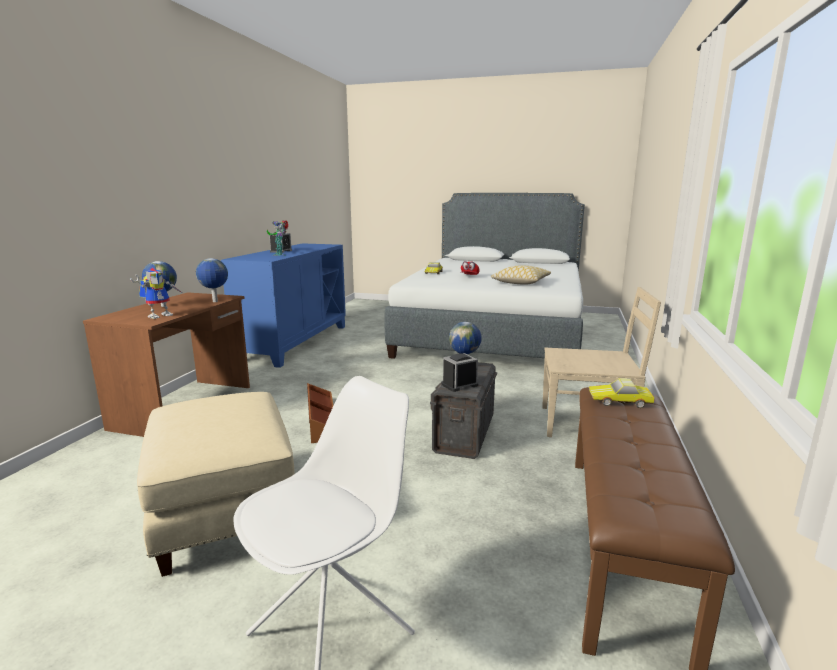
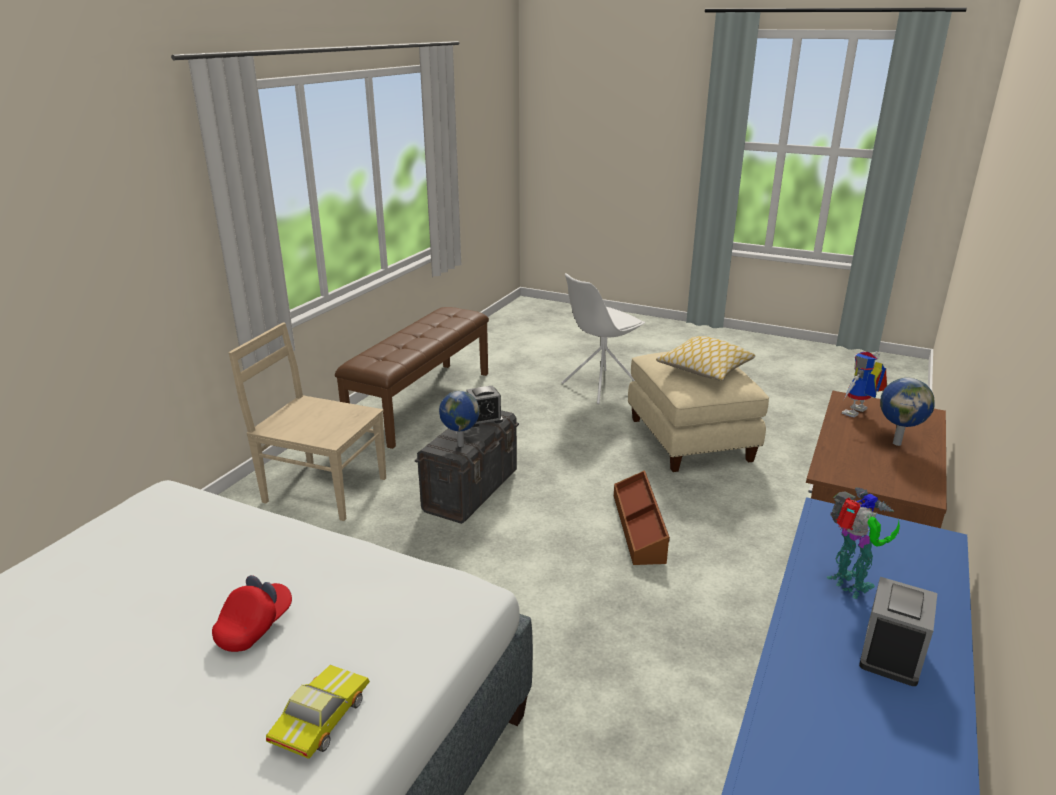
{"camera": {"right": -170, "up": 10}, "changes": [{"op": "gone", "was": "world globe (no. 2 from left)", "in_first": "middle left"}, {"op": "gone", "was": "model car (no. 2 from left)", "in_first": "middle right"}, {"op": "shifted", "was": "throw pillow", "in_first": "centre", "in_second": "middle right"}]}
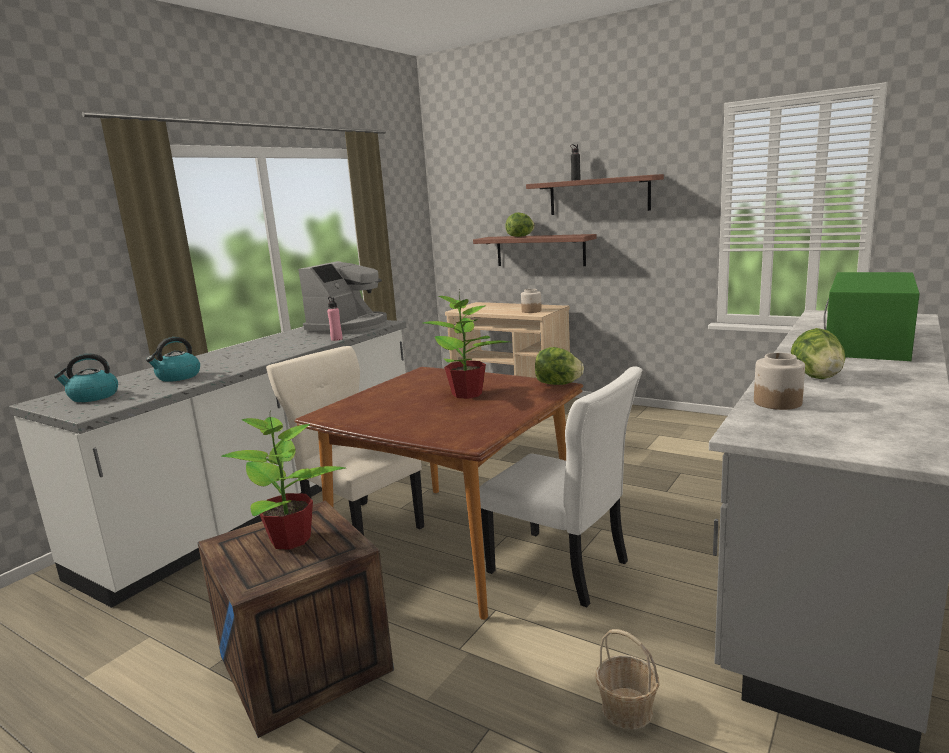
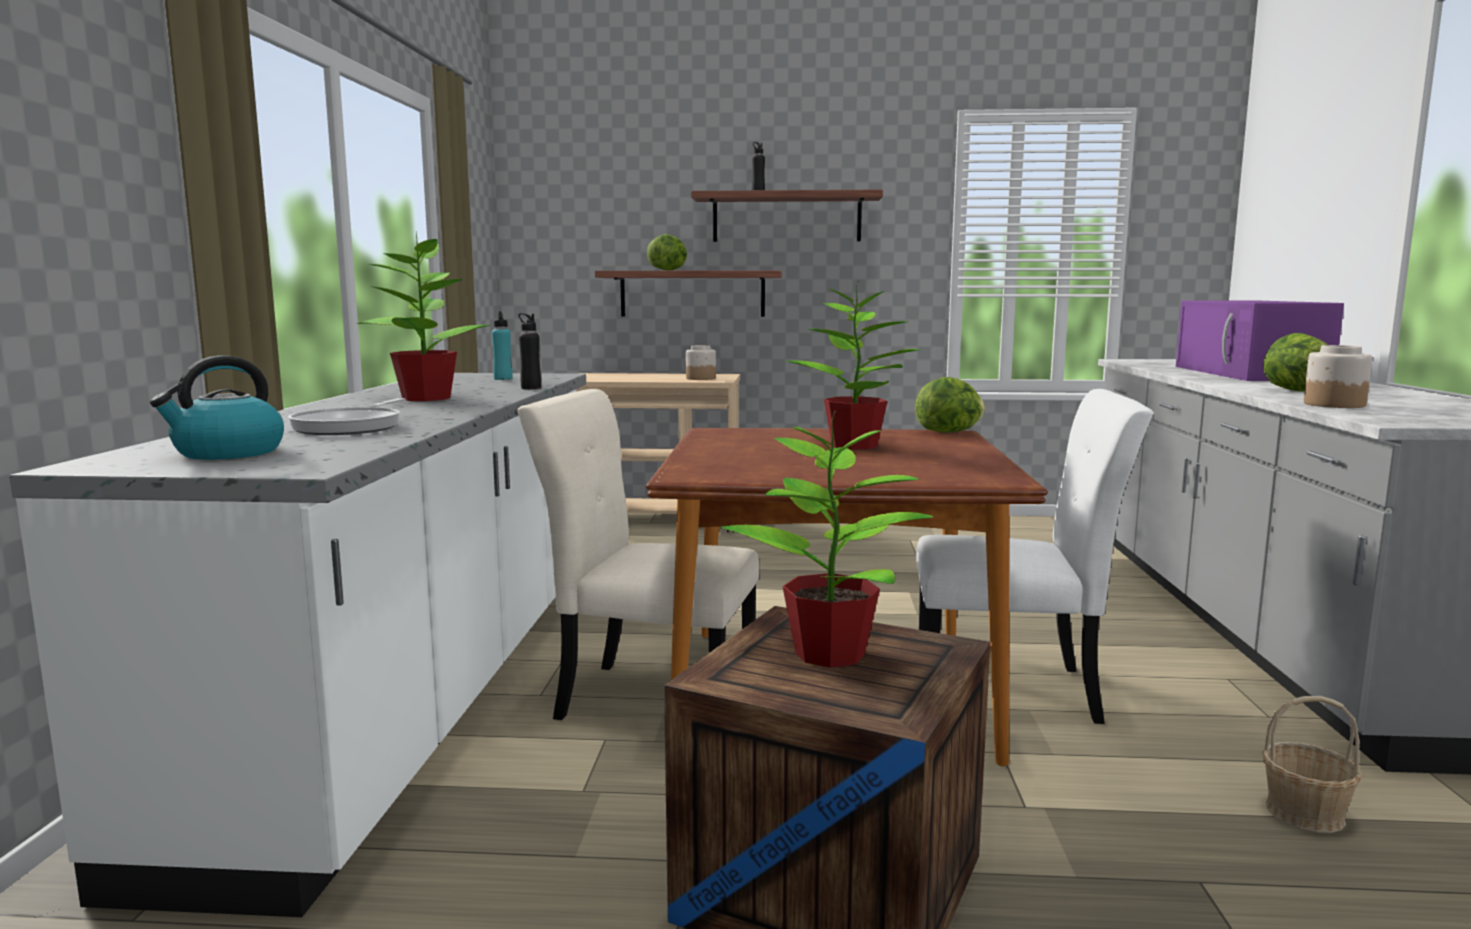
{"camera": {"right": -30, "up": -5}, "changes": [{"op": "new", "now": "houseplant (no. 1 from left)", "in_second": "middle left"}, {"op": "swapped", "was": "kettle (no. 2 from left)", "now": "pan", "in_first": "middle left", "in_second": "middle left"}, {"op": "swapped", "was": "coffee machine", "now": "drink bottle (turquoise)", "in_first": "centre", "in_second": "centre"}, {"op": "repainted", "was": "drink bottle (pinkish)", "now": "drink bottle (black) (no. 1 from left)", "in_first": "centre", "in_second": "centre"}, {"op": "repainted", "was": "microwave (greenish)", "now": "microwave (purplish)", "in_first": "middle right", "in_second": "middle right"}]}
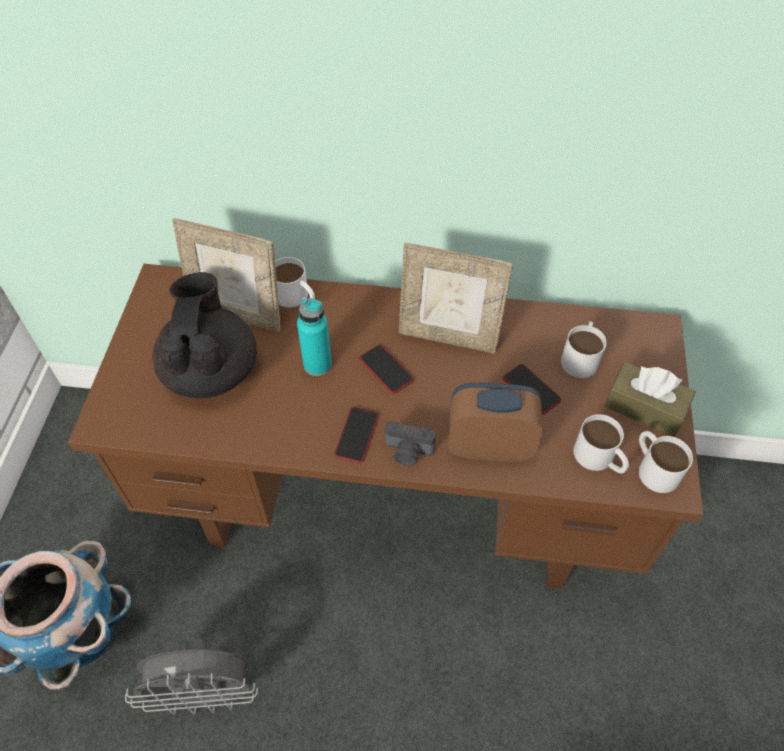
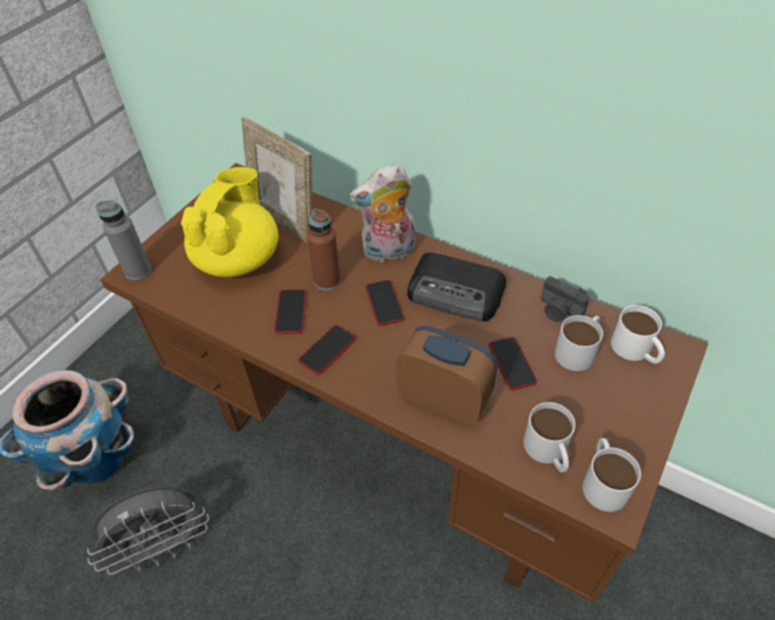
{"camera": {"right": 25, "up": -5}, "changes": [{"op": "gone", "was": "tissue holder (brown)", "in_first": "middle right"}, {"op": "new", "now": "drink bottle (gray)", "in_second": "middle left"}, {"op": "new", "now": "telephone (no. 1 from left)", "in_second": "centre"}, {"op": "new", "now": "plush toy", "in_second": "centre"}, {"op": "shifted", "was": "coffee mug (white) (no. 1 from left in the first image)", "now": "coffee mug (white) (no. 4 from left)", "in_first": "centre", "in_second": "middle right"}, {"op": "shifted", "was": "still camera", "in_first": "centre", "in_second": "middle right"}, {"op": "swapped", "was": "standing frame (no. 2 from left)", "now": "radio set", "in_first": "centre", "in_second": "centre"}, {"op": "repainted", "was": "pot for tea (black)", "now": "pot for tea (yellow-coloured)", "in_first": "middle left", "in_second": "middle left"}, {"op": "repainted", "was": "drink bottle (turquoise)", "now": "drink bottle (brown)", "in_first": "centre", "in_second": "centre"}, {"op": "rotated", "was": "cooling fan (gray)", "in_first": "bottom left", "in_second": "bottom left", "clockwise": -45}]}
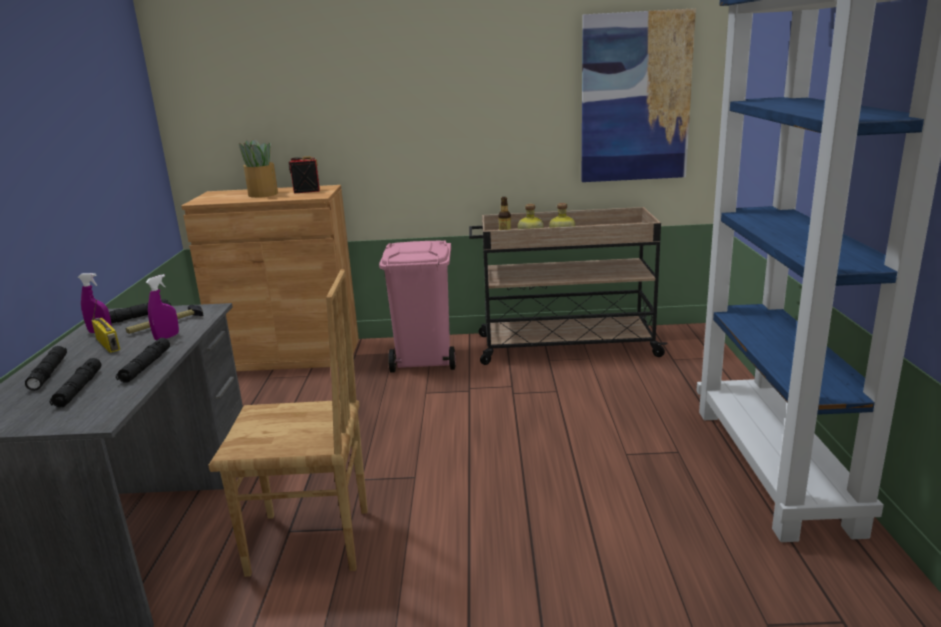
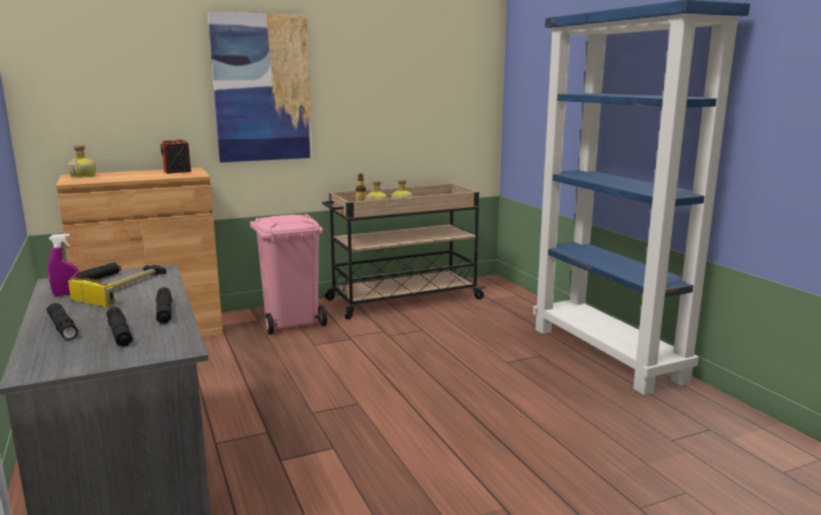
{"camera": {"right": -25, "up": -5}, "changes": [{"op": "gone", "was": "spray bottle (purplish) (no. 2 from left)", "in_first": "middle left"}, {"op": "gone", "was": "plain chair (brown)", "in_first": "bottom left"}, {"op": "gone", "was": "houseplant", "in_first": "top left"}, {"op": "new", "now": "drink bottle (no. 1 from left)", "in_second": "top left"}, {"op": "shifted", "was": "wall art", "in_first": "top right", "in_second": "top left"}]}
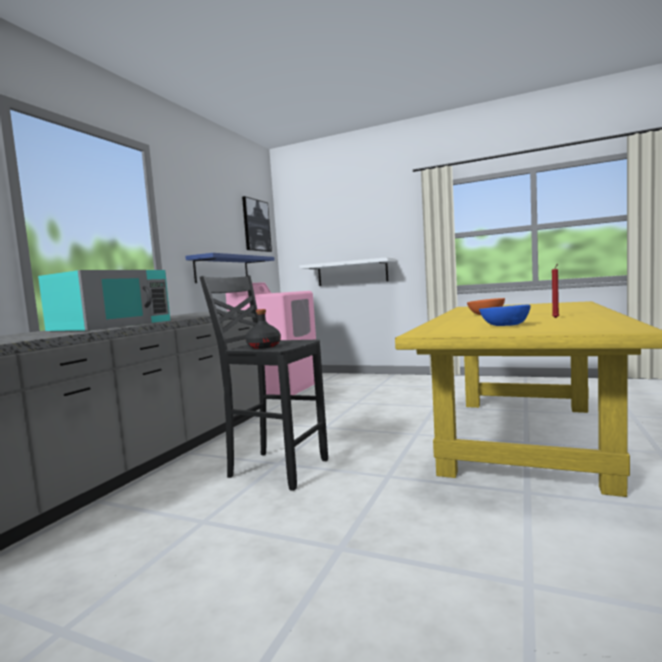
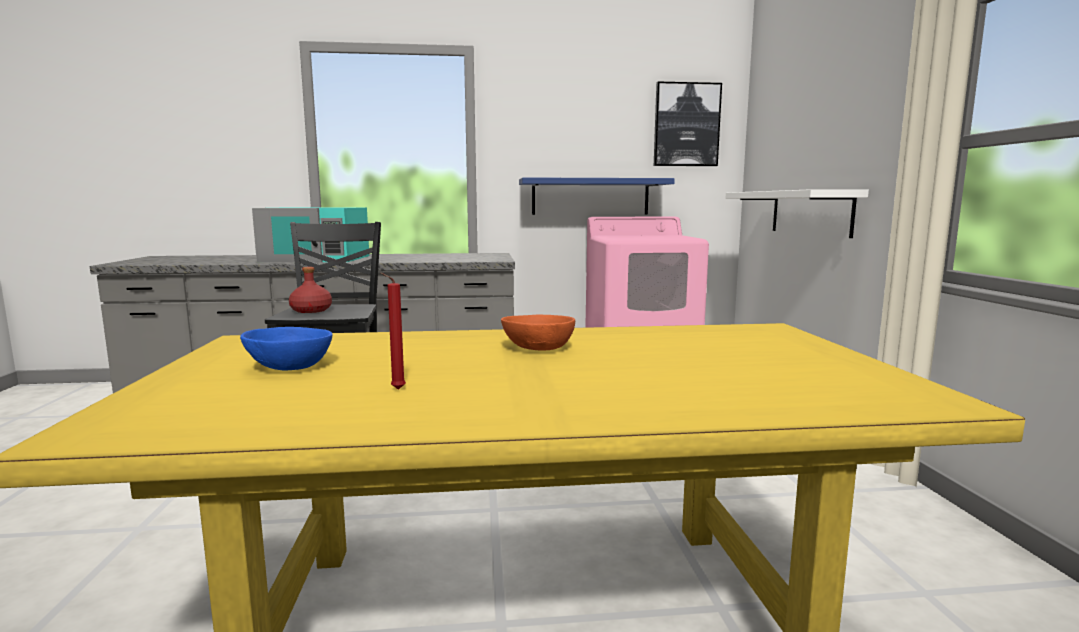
{"camera": {"right": 60, "up": 5}, "changes": [{"op": "repainted", "was": "drink bottle (black)", "now": "drink bottle (reddish)", "in_first": "centre", "in_second": "middle left"}]}
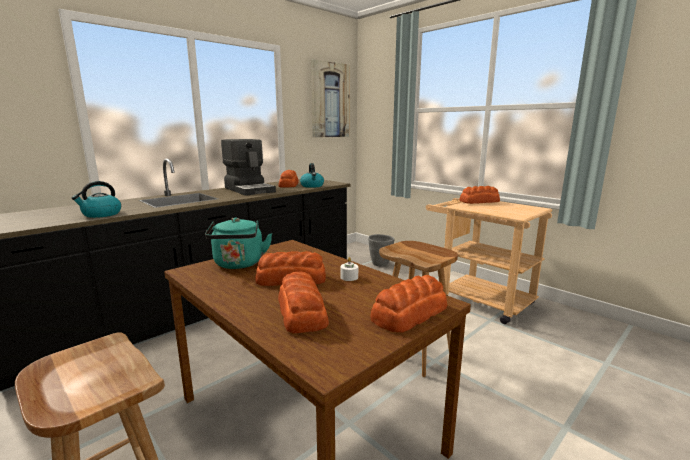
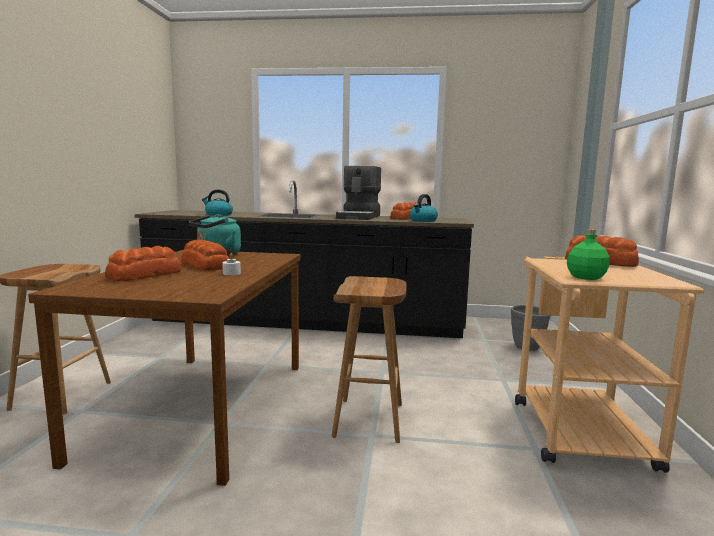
{"camera": {"right": 50, "up": -5}, "changes": [{"op": "gone", "was": "wall art", "in_first": "top centre"}, {"op": "gone", "was": "bakery bread (no. 4 from left)", "in_first": "centre"}, {"op": "new", "now": "drink bottle (greenish)", "in_second": "middle right"}]}
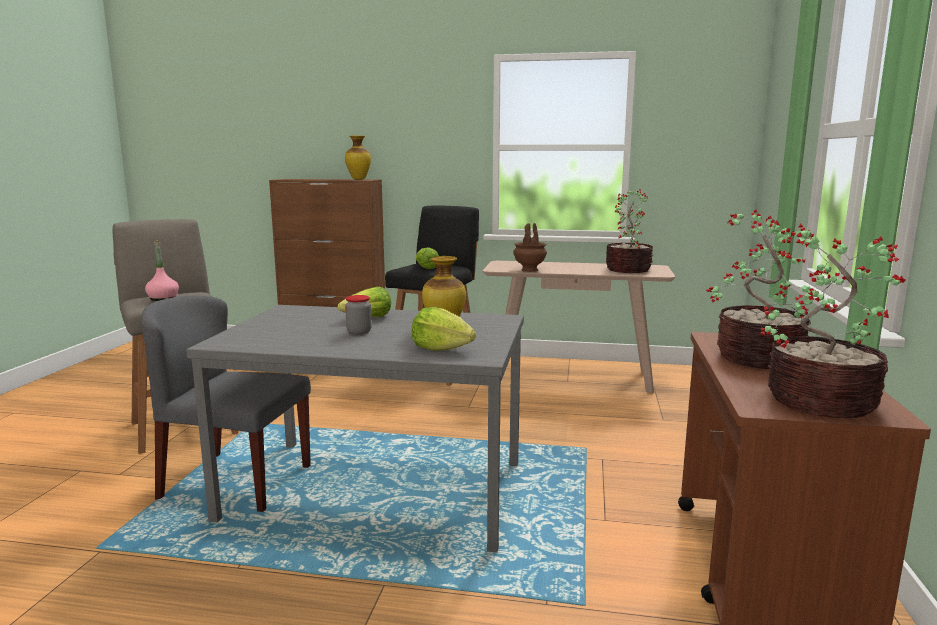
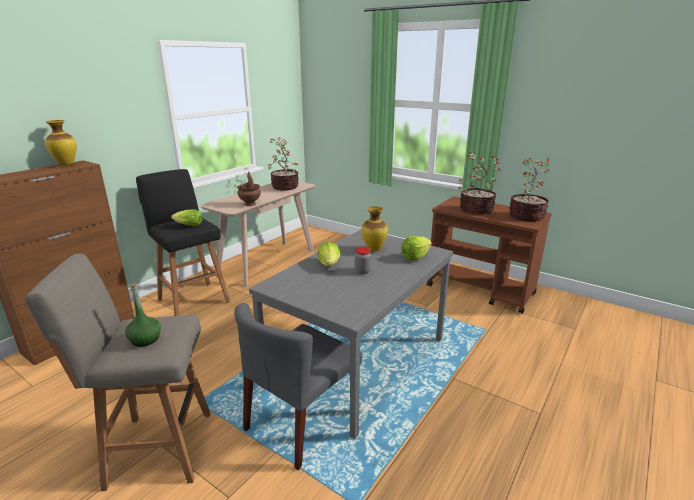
{"camera": {"right": -65, "up": 10}, "changes": [{"op": "repainted", "was": "drink bottle (pinkish)", "now": "drink bottle (greenish)", "in_first": "middle left", "in_second": "middle left"}]}
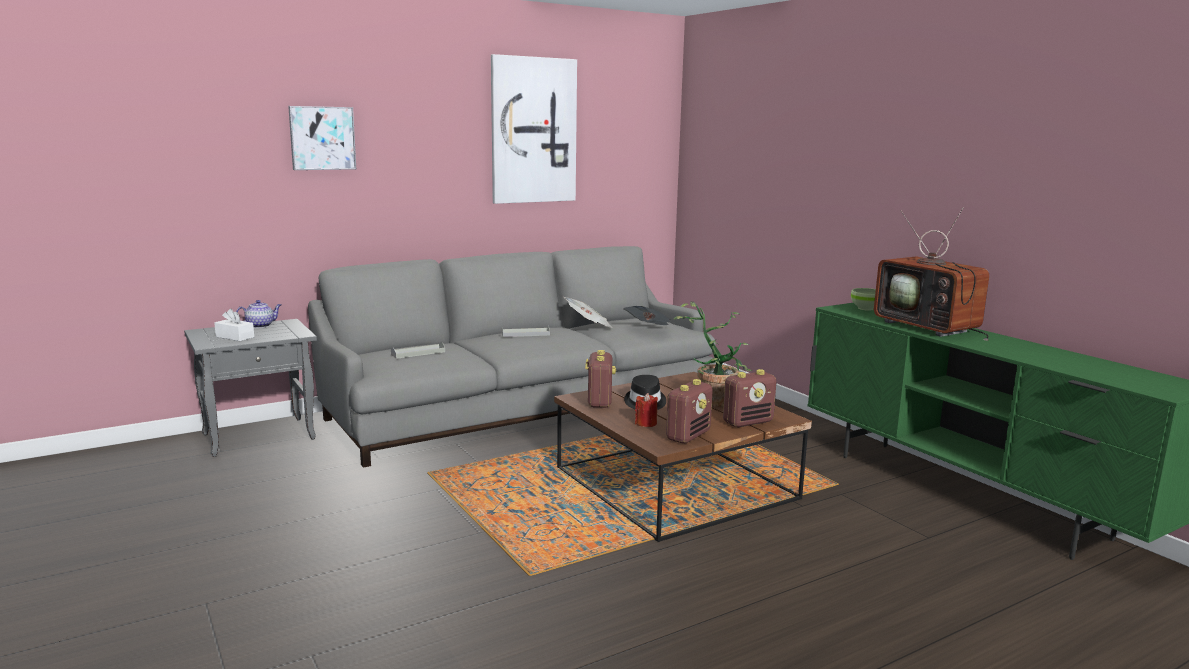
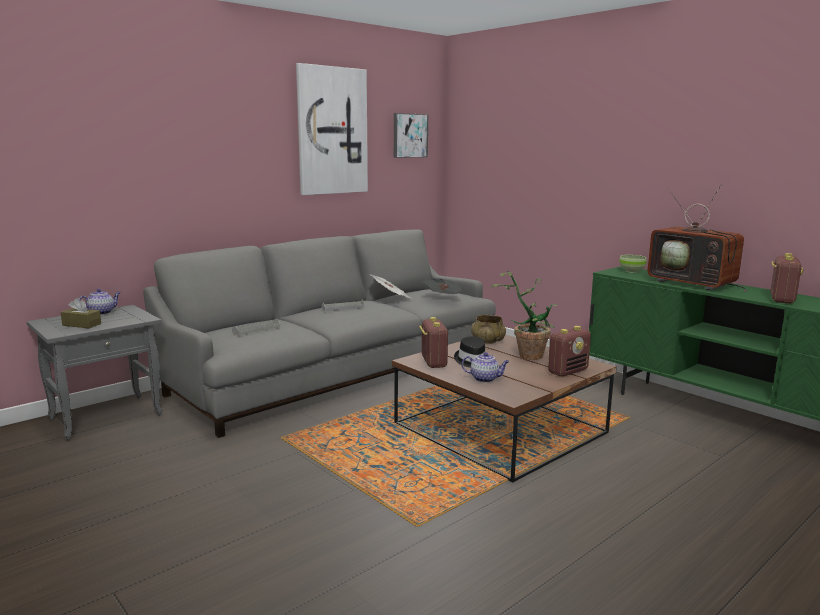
{"camera": {"right": -10, "up": 0}, "changes": [{"op": "new", "now": "serving bowl (beige)", "in_second": "centre"}, {"op": "shifted", "was": "wall art (no. 1 from left in the first image)", "now": "wall art (no. 2 from left)", "in_first": "top left", "in_second": "top centre"}, {"op": "shifted", "was": "radio set (no. 2 from left in the first image)", "now": "radio set (no. 3 from left)", "in_first": "centre", "in_second": "middle right"}, {"op": "swapped", "was": "candle (reddish)", "now": "pot for tea (no. 2 from left)", "in_first": "centre", "in_second": "centre"}, {"op": "repainted", "was": "tissue holder (white)", "now": "tissue holder (brown)", "in_first": "middle left", "in_second": "middle left"}]}
